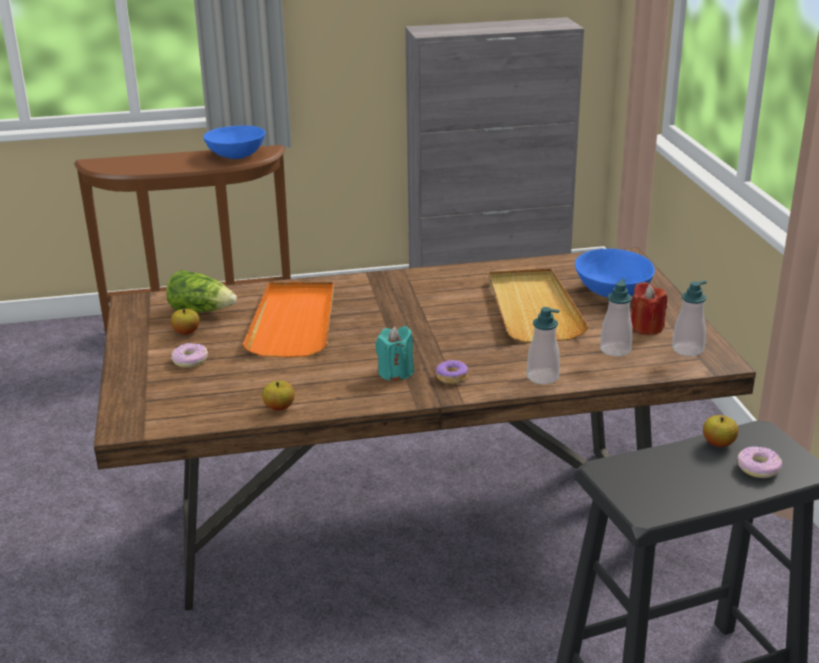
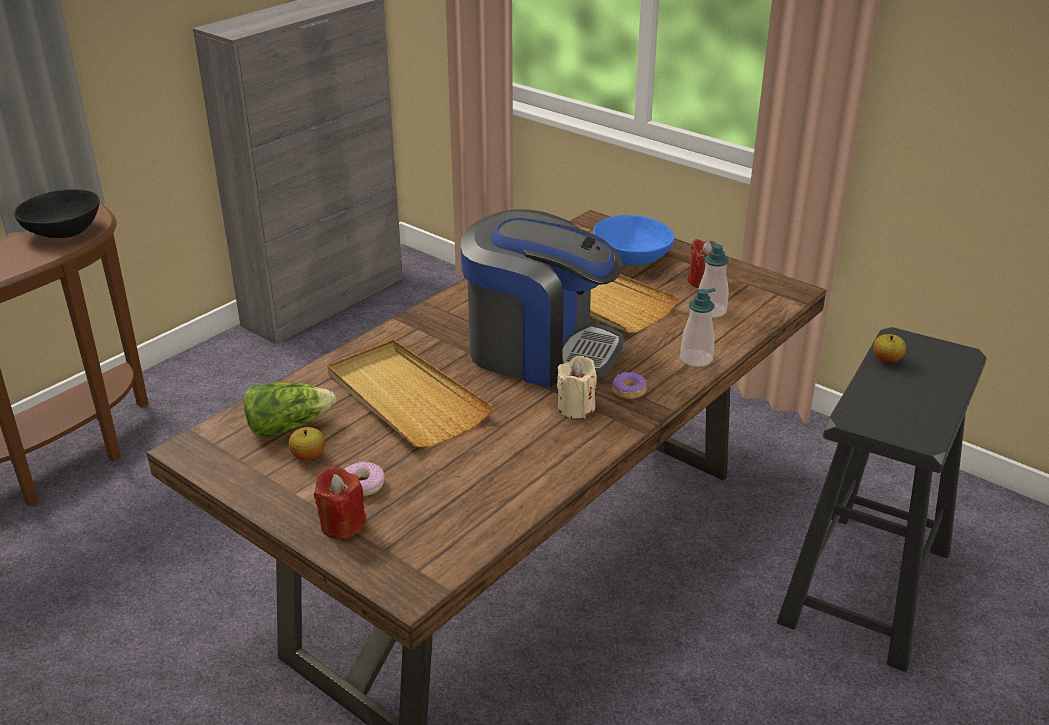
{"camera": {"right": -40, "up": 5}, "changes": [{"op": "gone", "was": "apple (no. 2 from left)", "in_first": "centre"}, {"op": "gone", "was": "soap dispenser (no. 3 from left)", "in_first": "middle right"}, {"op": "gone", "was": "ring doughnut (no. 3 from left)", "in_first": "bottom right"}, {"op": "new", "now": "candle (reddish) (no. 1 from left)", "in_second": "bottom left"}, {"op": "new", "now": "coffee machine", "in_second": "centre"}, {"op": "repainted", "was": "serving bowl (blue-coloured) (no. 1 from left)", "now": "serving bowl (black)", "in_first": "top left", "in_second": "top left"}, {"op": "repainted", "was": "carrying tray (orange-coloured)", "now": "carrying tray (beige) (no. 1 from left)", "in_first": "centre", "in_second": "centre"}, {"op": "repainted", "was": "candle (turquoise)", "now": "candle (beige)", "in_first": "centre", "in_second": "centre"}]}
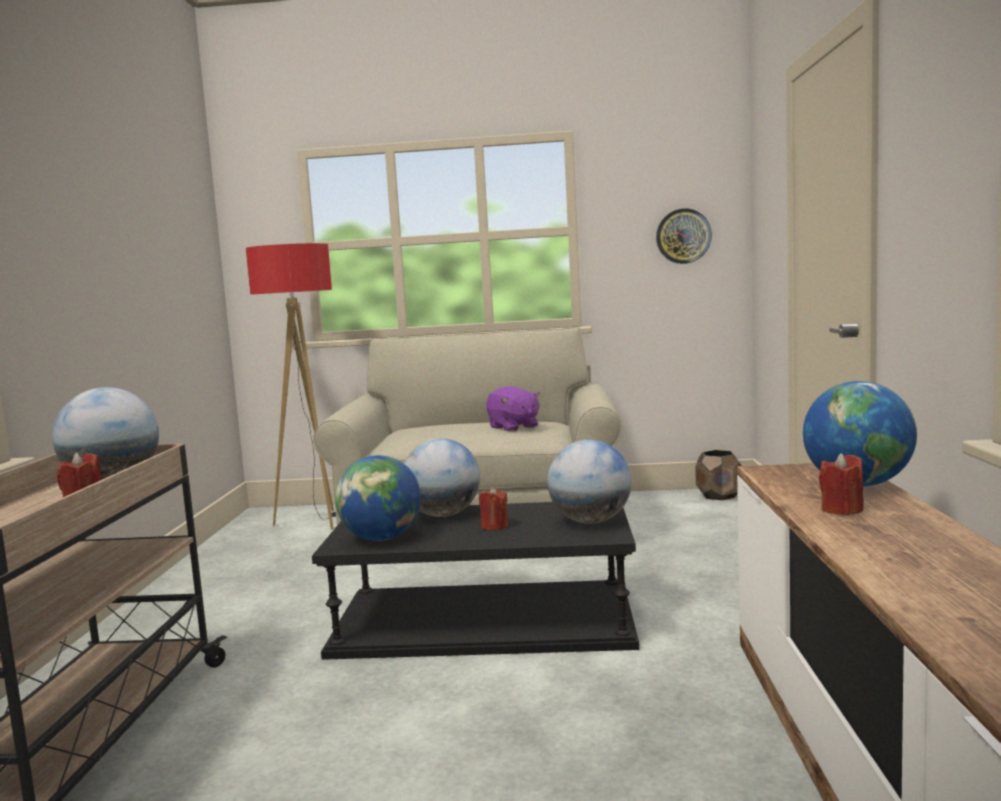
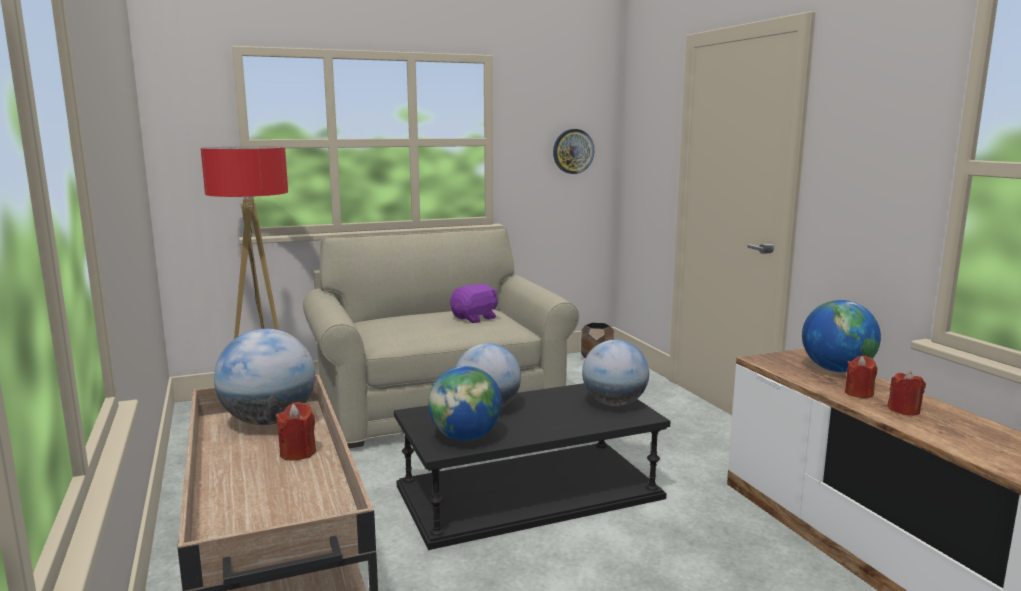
{"camera": {"right": -25, "up": 5}, "changes": [{"op": "shifted", "was": "candle (reddish) (no. 2 from left in the first image)", "now": "candle (reddish) (no. 3 from left)", "in_first": "centre", "in_second": "middle right"}, {"op": "rotated", "was": "plush toy (purplish)", "in_first": "centre", "in_second": "centre", "clockwise": -75}]}
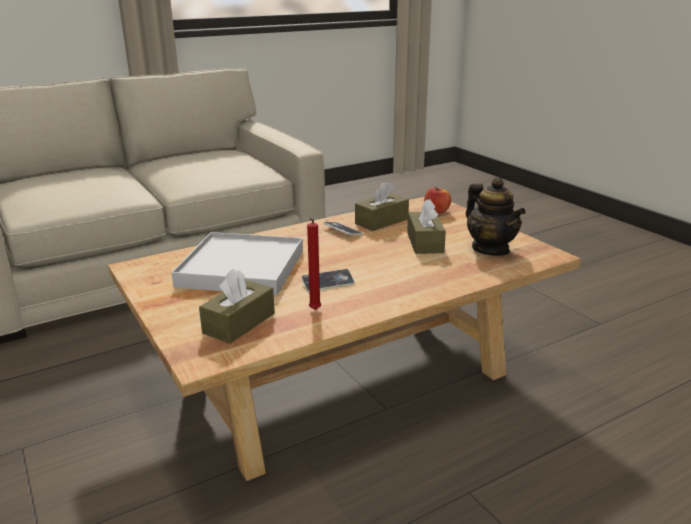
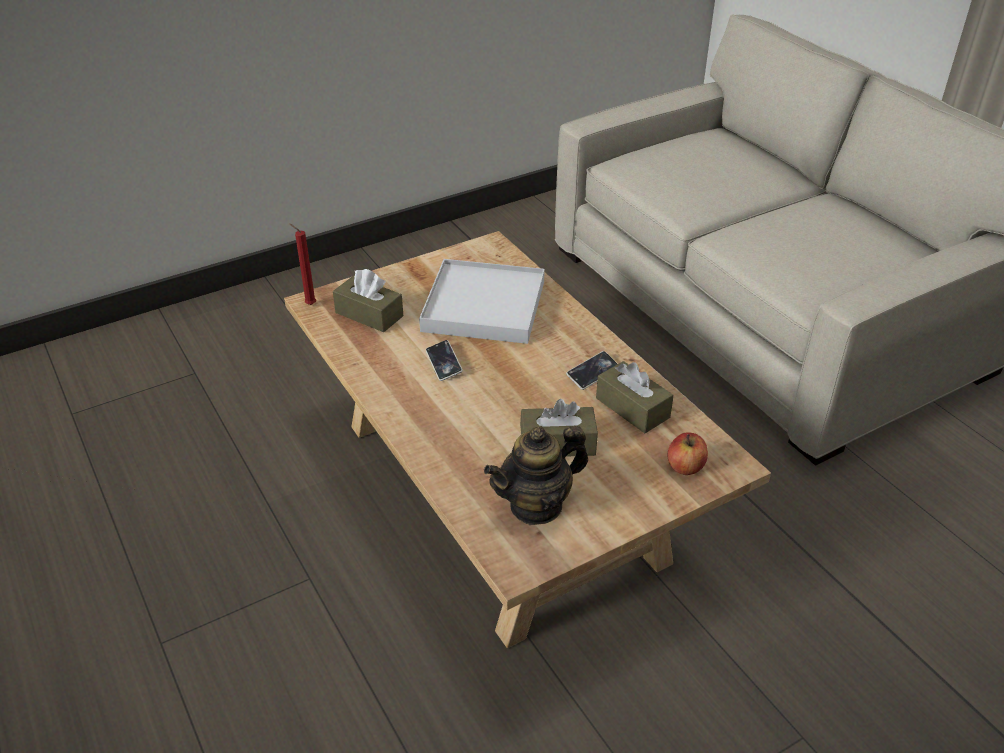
{"camera": {"right": 90, "up": 15}, "changes": [{"op": "shifted", "was": "candle (reddish)", "in_first": "centre", "in_second": "middle left"}]}
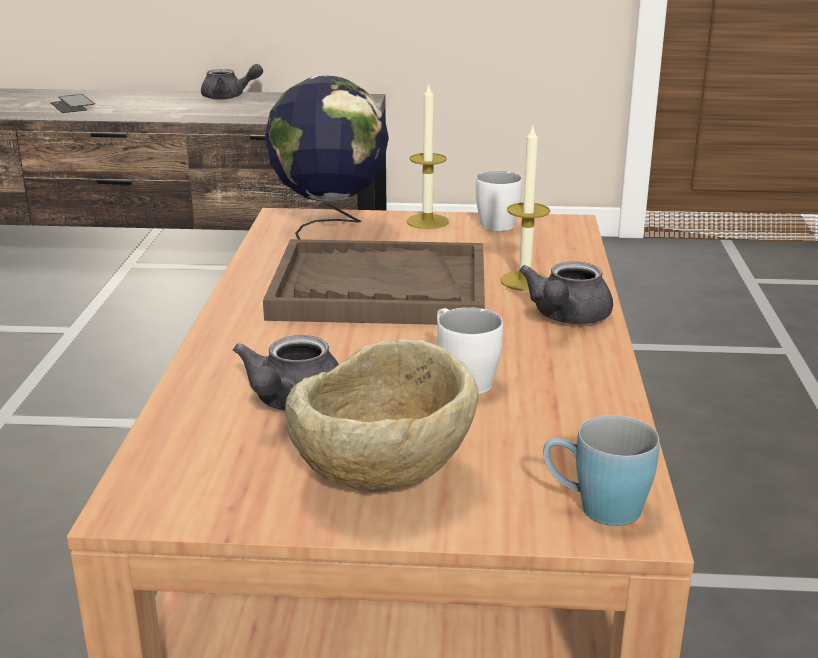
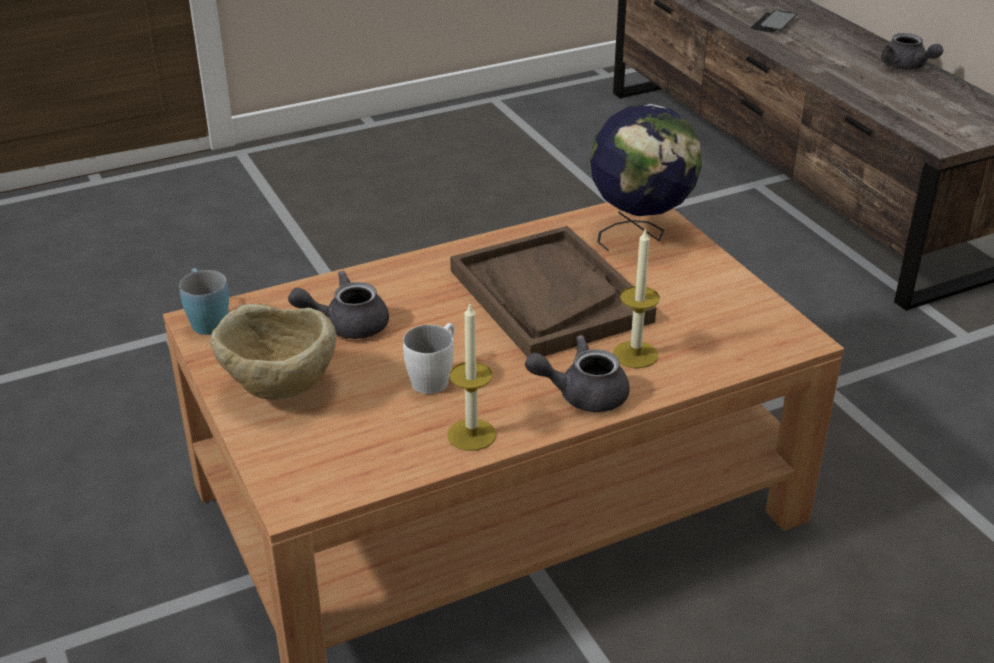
{"camera": {"right": 60, "up": 10}, "changes": [{"op": "gone", "was": "coffee mug (white) (no. 2 from left)", "in_first": "top centre"}, {"op": "shifted", "was": "candle (no. 1 from left)", "in_first": "top centre", "in_second": "centre"}, {"op": "shifted", "was": "coffee mug (blue-coloured)", "in_first": "bottom right", "in_second": "middle left"}]}
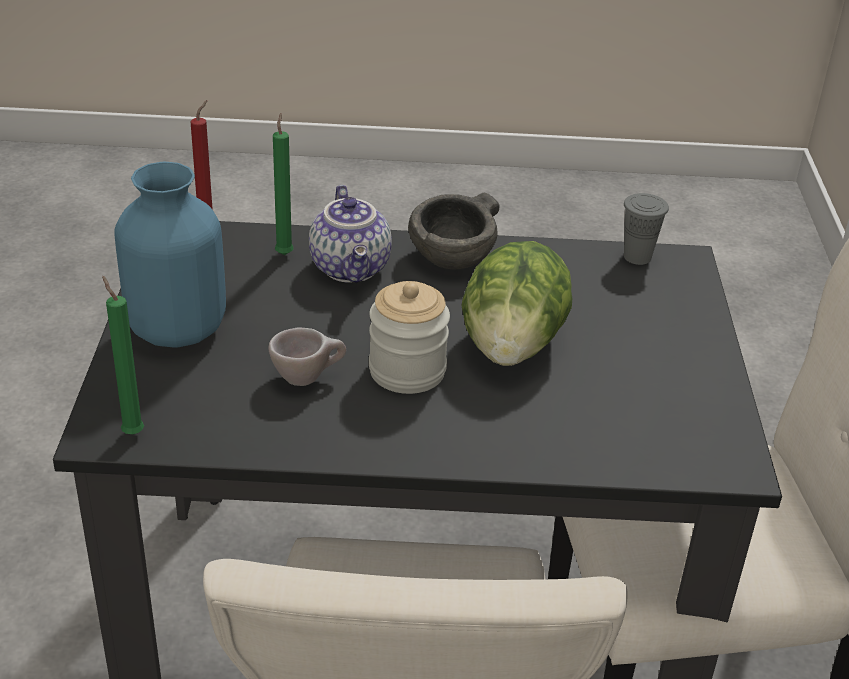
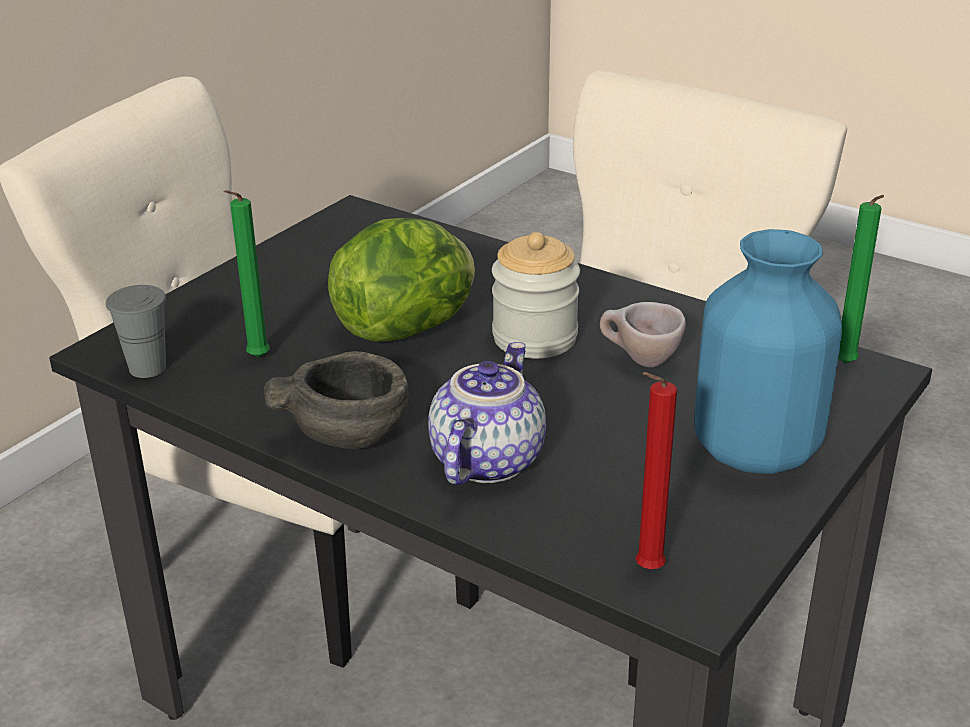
{"camera": {"right": -145, "up": -5}, "changes": [{"op": "shifted", "was": "candle (greenish) (no. 2 from left in the first image)", "now": "candle (greenish) (no. 1 from left)", "in_first": "top centre", "in_second": "middle left"}]}
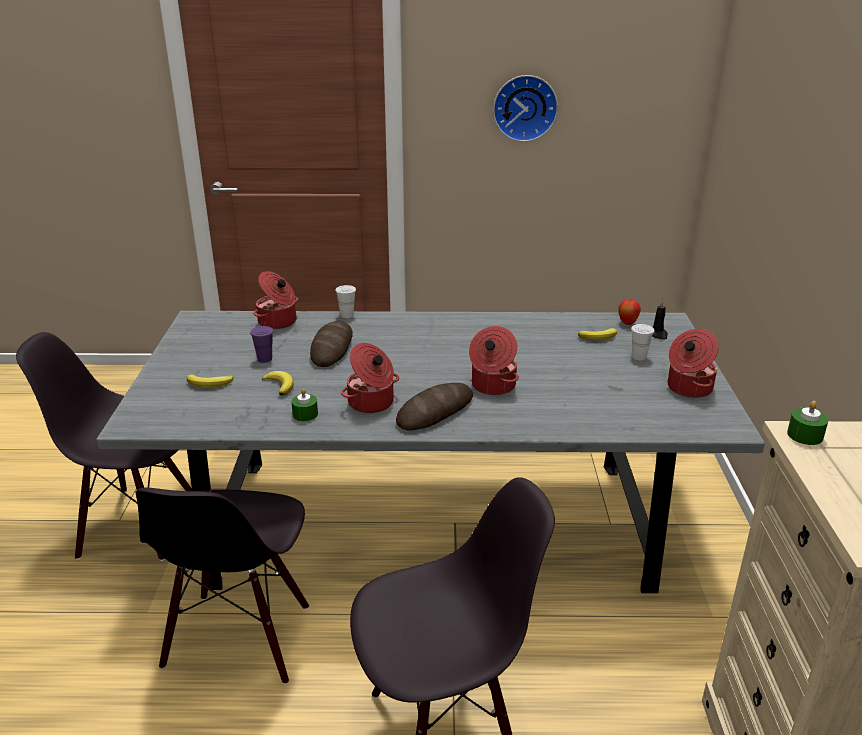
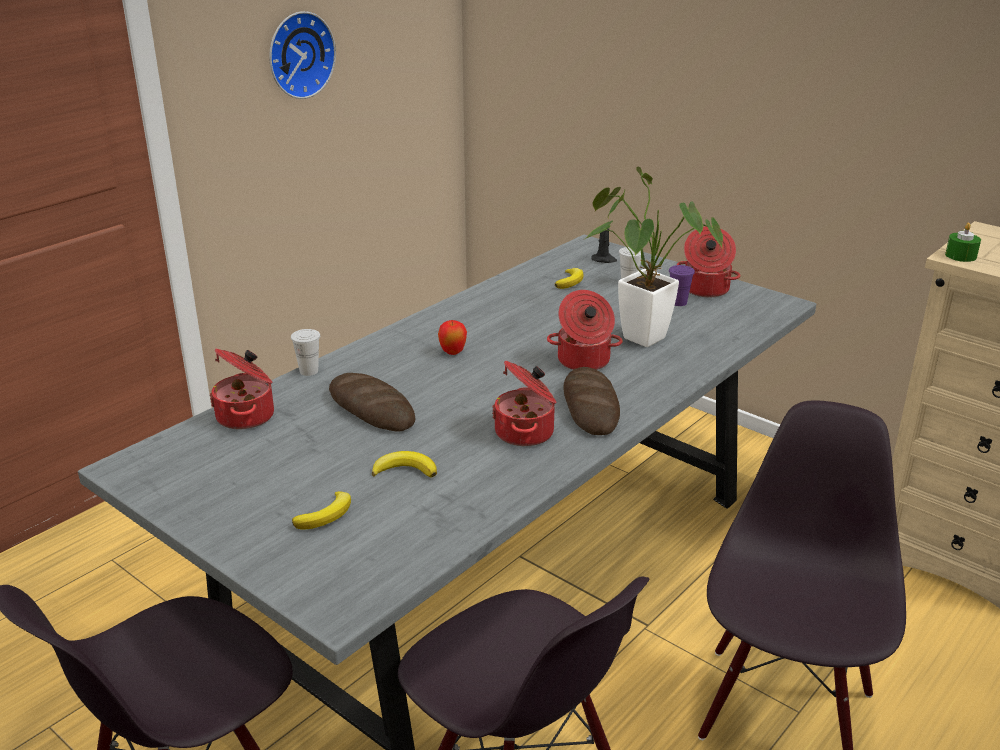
{"camera": {"right": -50, "up": 0}, "changes": [{"op": "gone", "was": "candle (greenish) (no. 1 from left)", "in_first": "centre"}, {"op": "new", "now": "houseplant", "in_second": "centre"}, {"op": "shifted", "was": "drinking cup (purplish)", "in_first": "middle left", "in_second": "middle right"}, {"op": "shifted", "was": "apple", "in_first": "middle right", "in_second": "centre"}]}
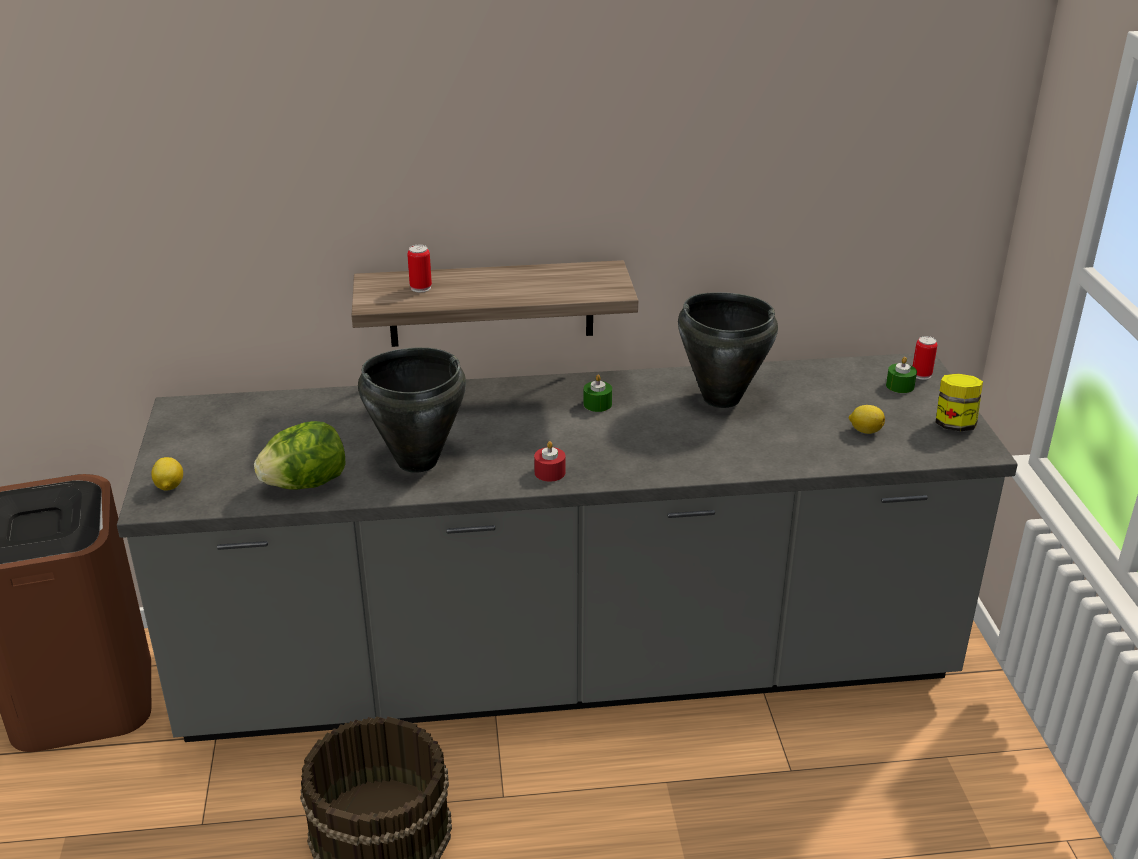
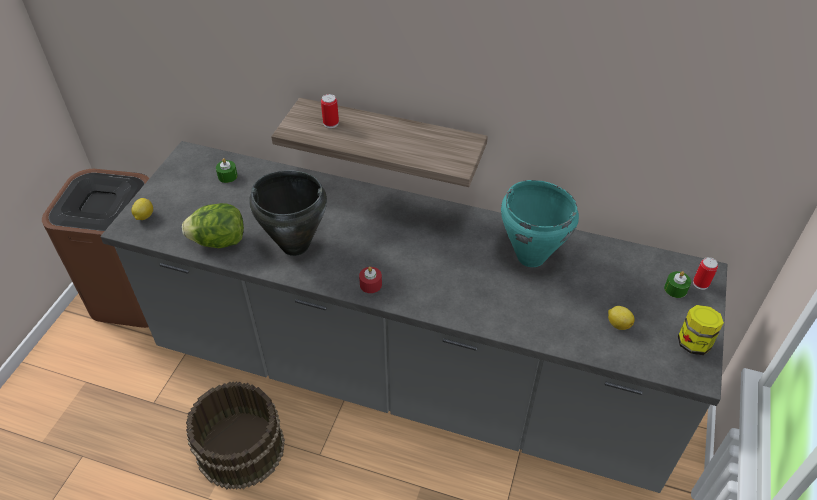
{"camera": {"right": 25, "up": 15}, "changes": [{"op": "shifted", "was": "candle (greenish) (no. 1 from left)", "in_first": "centre", "in_second": "middle left"}, {"op": "repainted", "was": "saucepot (black) (no. 2 from left)", "now": "saucepot (turquoise)", "in_first": "centre", "in_second": "centre"}]}
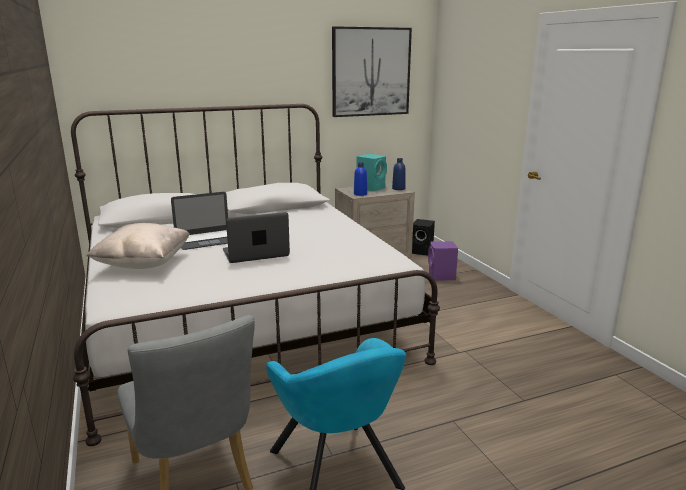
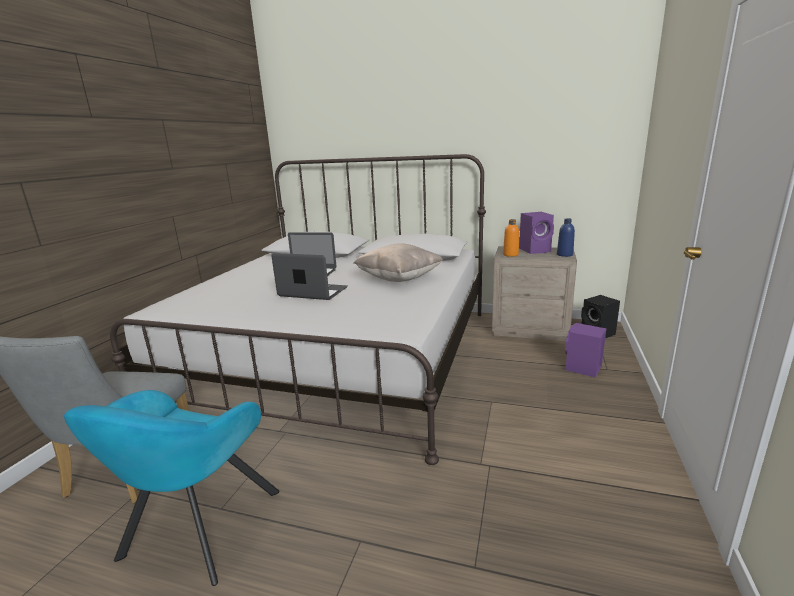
{"camera": {"right": 40, "up": 0}, "changes": [{"op": "gone", "was": "wall art", "in_first": "top centre"}, {"op": "shifted", "was": "throw pillow (beige)", "in_first": "middle left", "in_second": "centre"}, {"op": "repainted", "was": "drink bottle (blue-coloured) (no. 1 from left)", "now": "drink bottle (orange-coloured)", "in_first": "centre", "in_second": "centre"}, {"op": "repainted", "was": "speaker (turquoise)", "now": "speaker (purplish) (no. 1 from left)", "in_first": "centre", "in_second": "middle right"}]}
